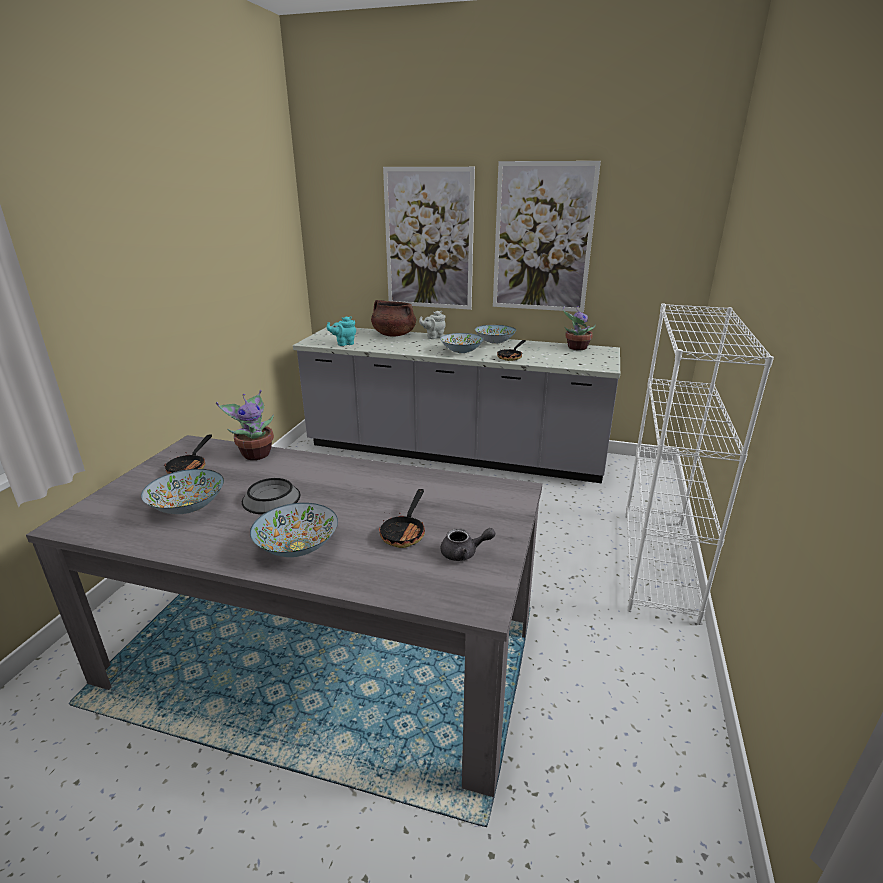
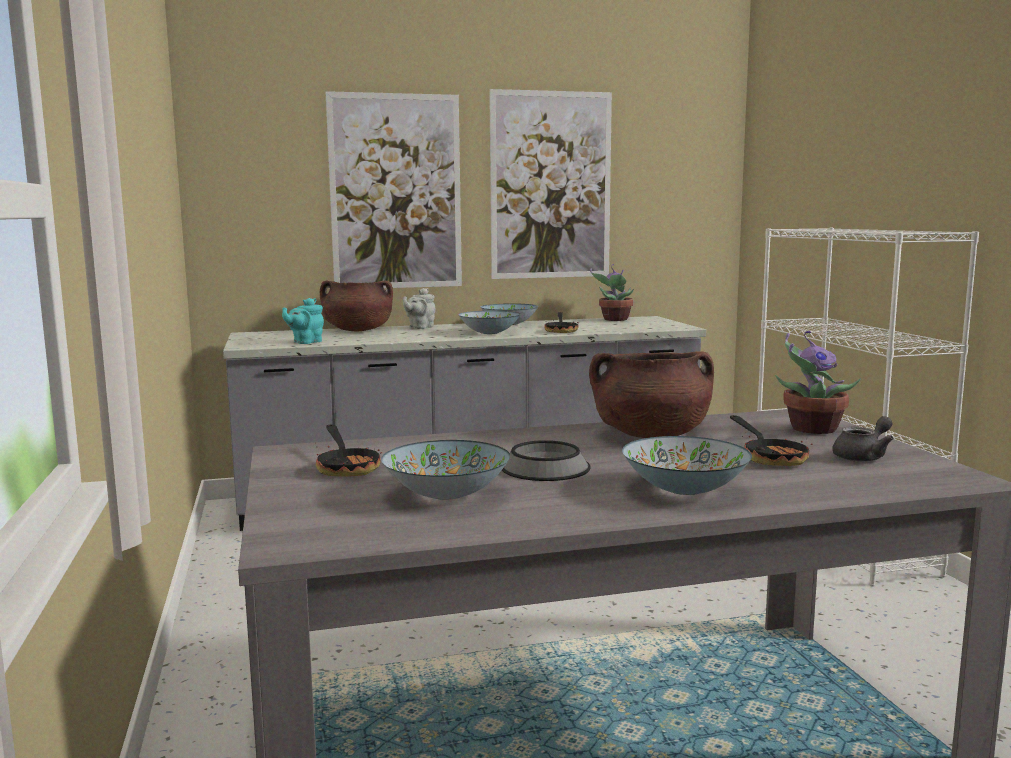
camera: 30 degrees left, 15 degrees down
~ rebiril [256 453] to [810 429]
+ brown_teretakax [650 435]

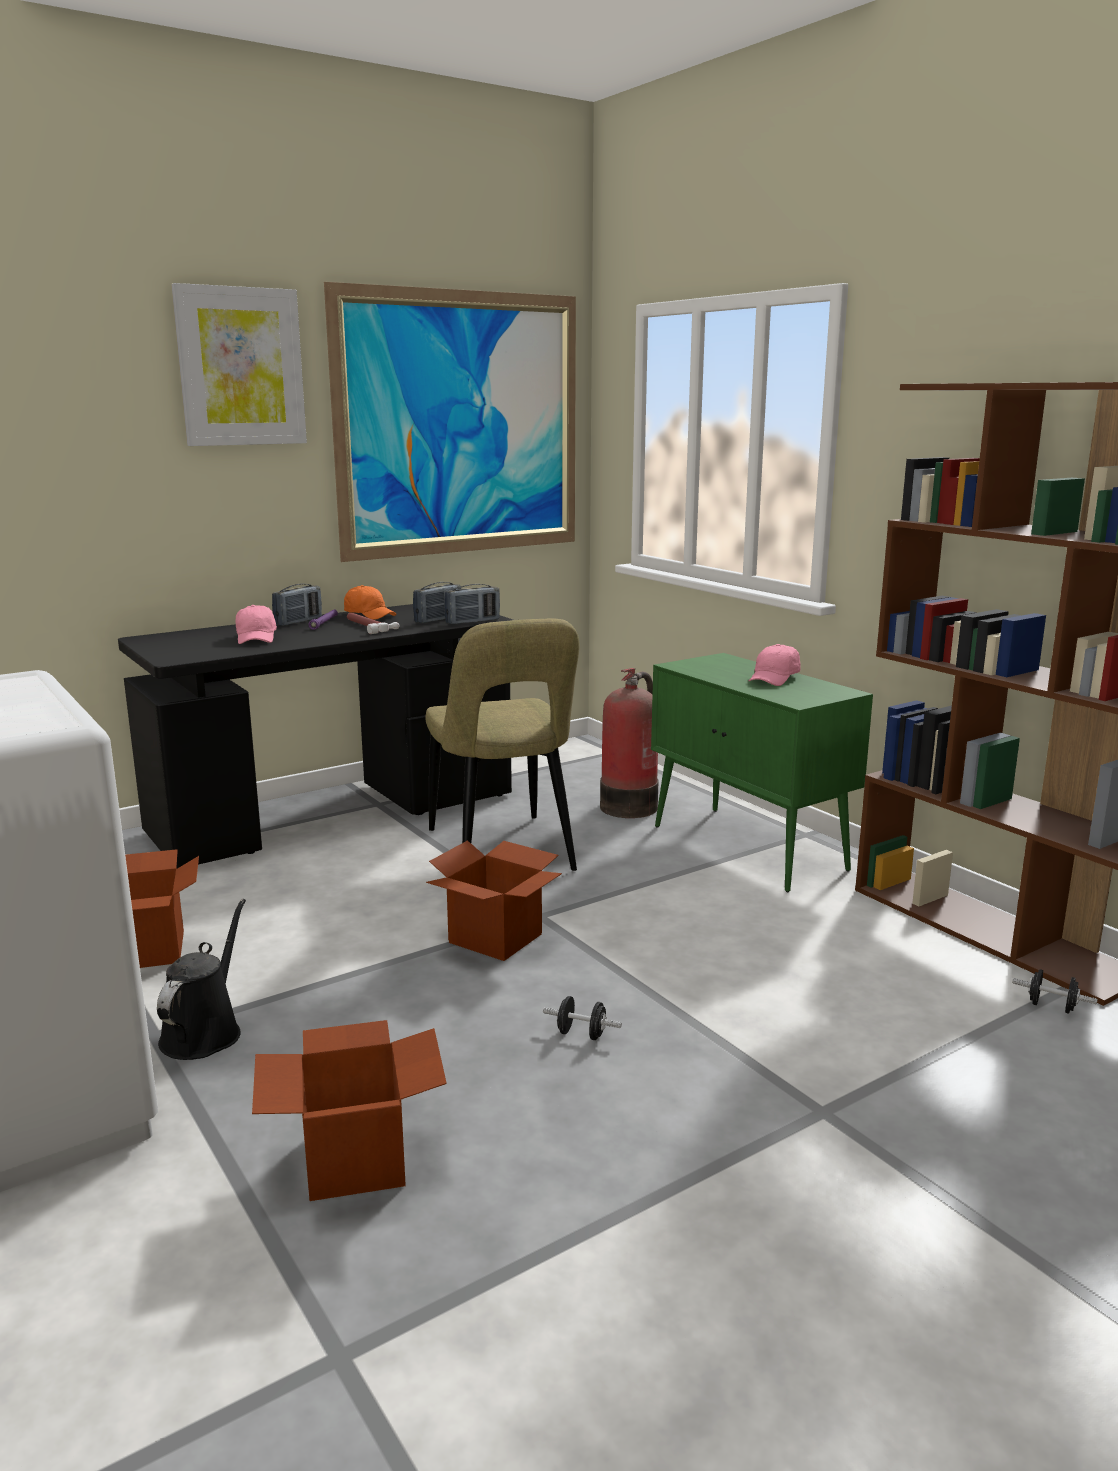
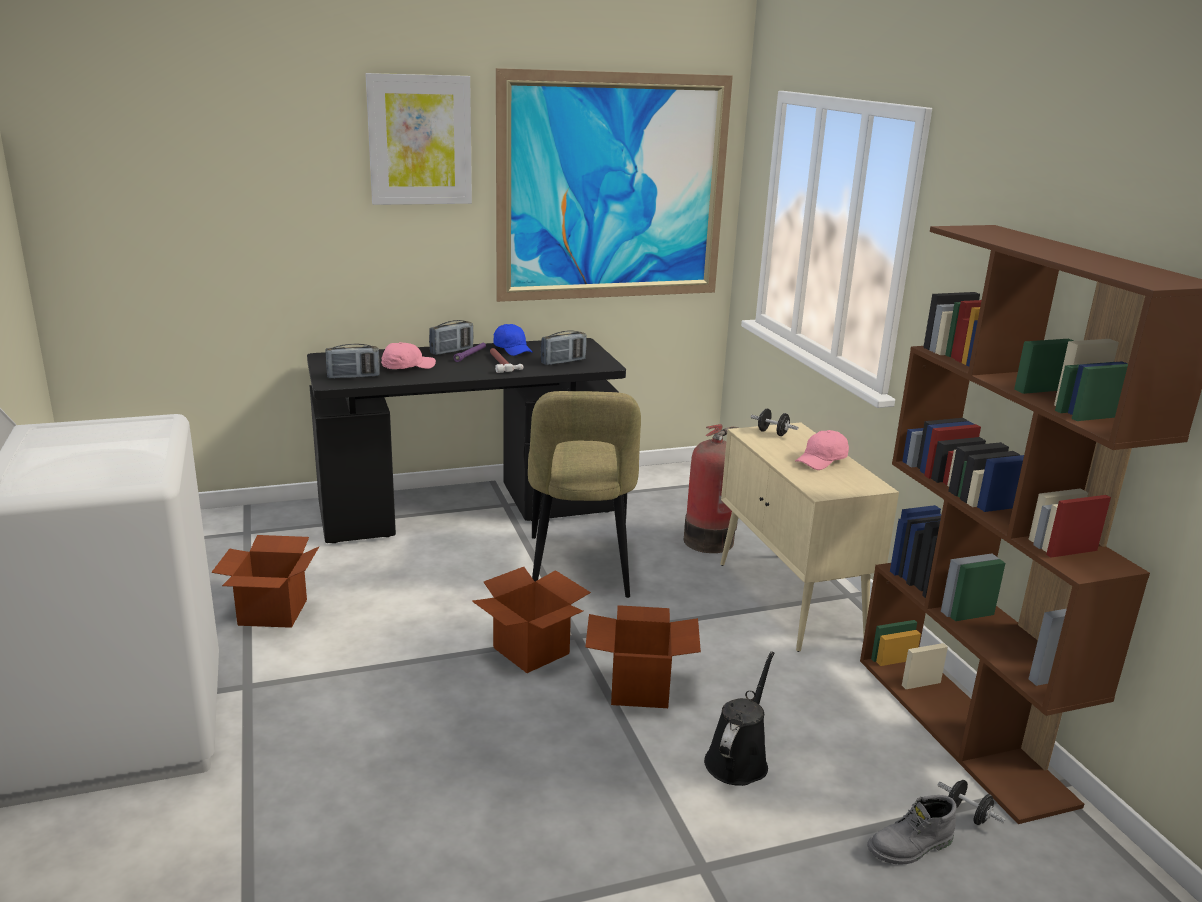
camera: 15 degrees right, 5 degrees up
~ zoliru [472 622] to [353 376]
~ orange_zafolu [370 615] to blue_zafolu [513 349]
~ pink_zafolu [256 638] = [407 367] 120 degrees counterclockwise
~ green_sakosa [749 848] to beige_sakosa [790 601]
~ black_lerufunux [204 1032] to [738 759]
~ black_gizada [581 1034] to [772 433]
~ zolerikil [355 1161] to [640 689]
+ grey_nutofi [910 847]

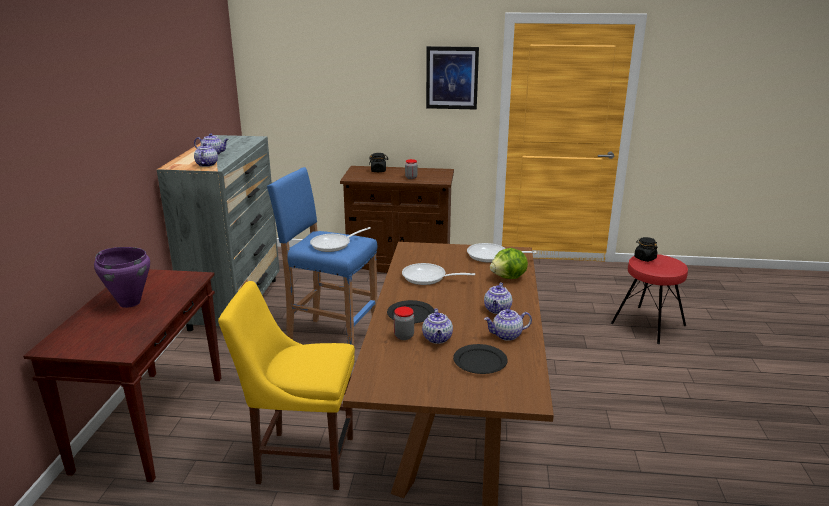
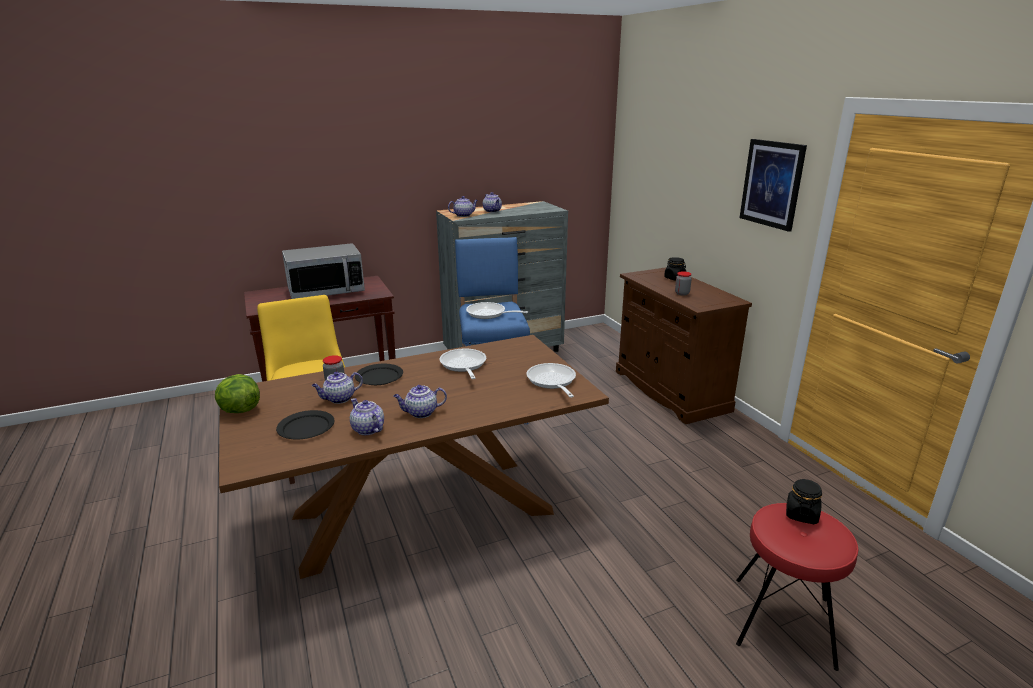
camera: 60 degrees right, 0 degrees up
~ purple_teretakax [129 302] to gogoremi [326 291]
~ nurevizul [509 277] to [239 410]

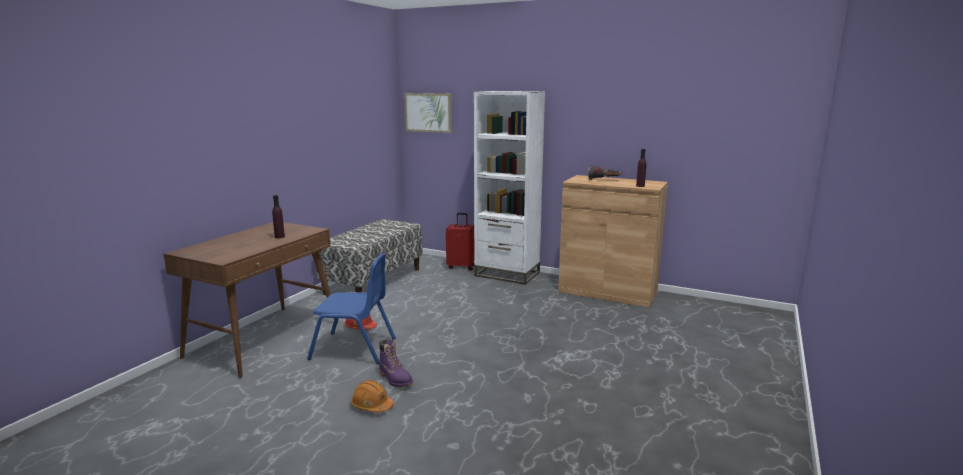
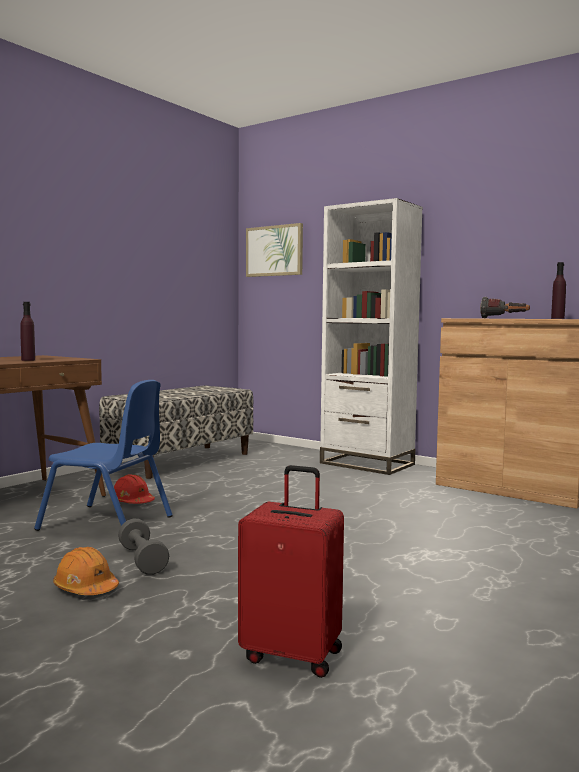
camera: 10 degrees right, 10 degrees down
~ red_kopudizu [461 267] to [293 654]
~ purple_nutofi [395 379] to grey_gizada [142 560]

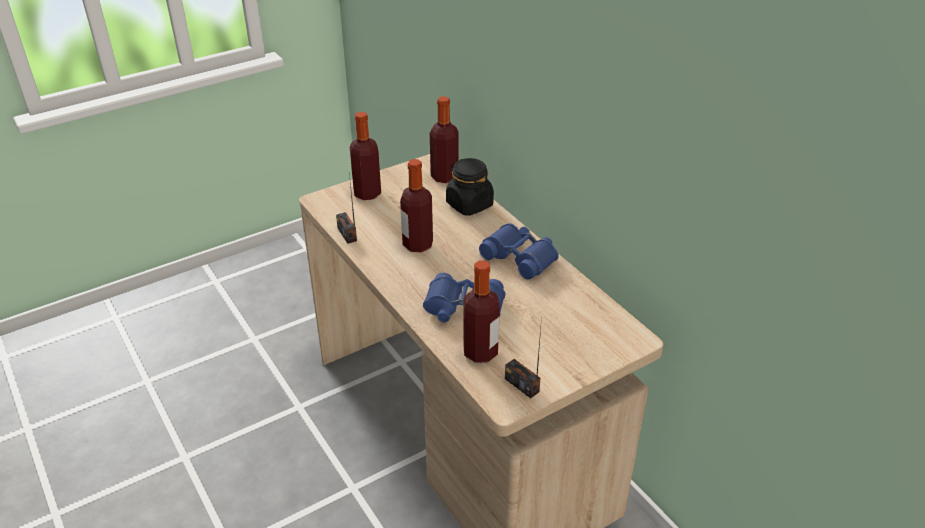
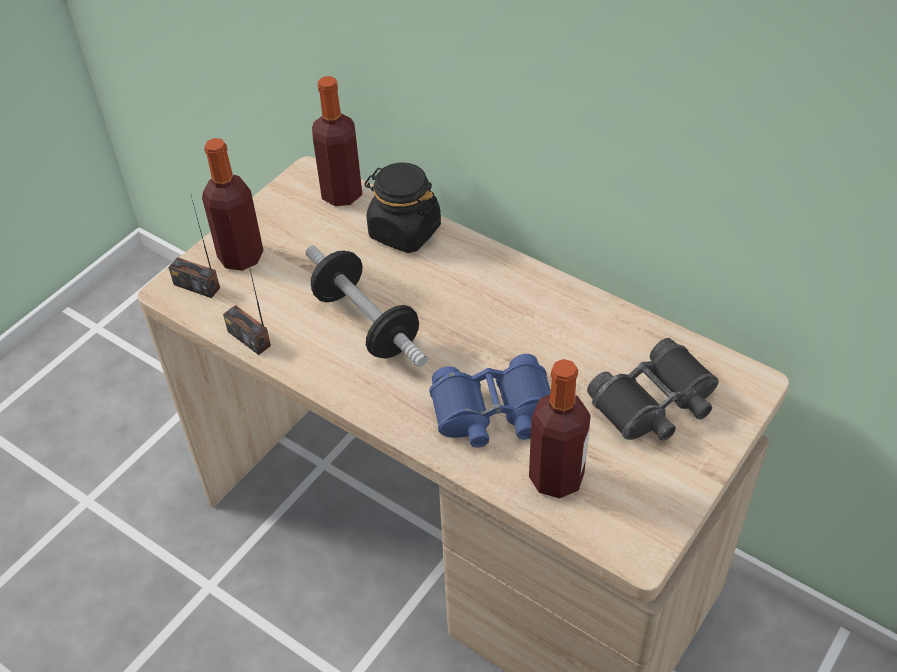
camera: 20 degrees left, 10 degrees up
~ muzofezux [417 244] to gizada [366 323]
- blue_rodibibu [520 257]
~ zoliru [522 385] to [197 286]
+ black_rodibibu [655 404]

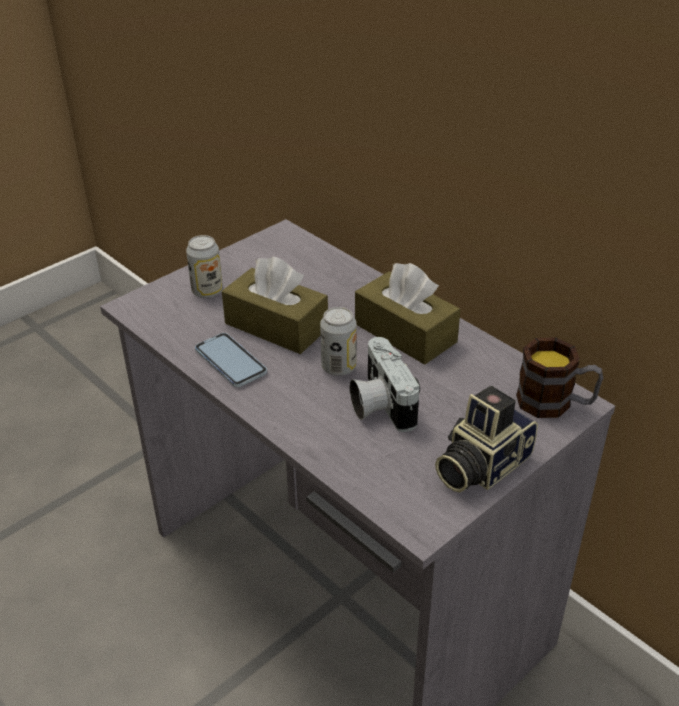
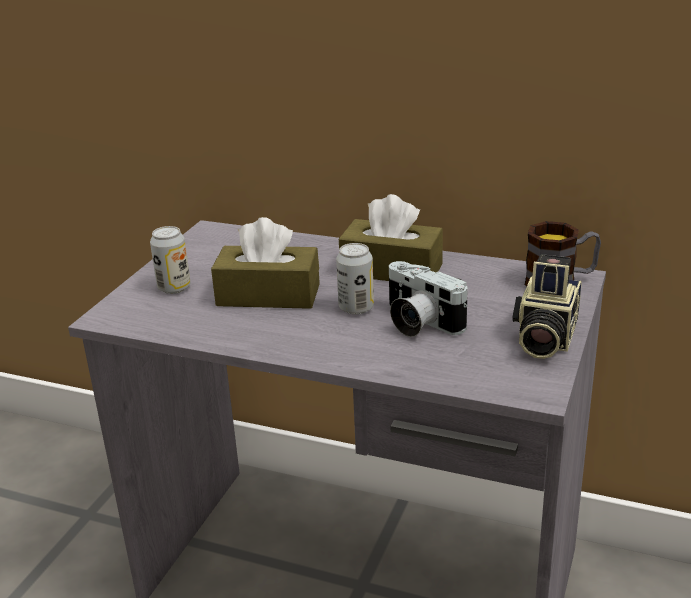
camera: 25 degrees left, 10 degrees down
- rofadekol [230 361]

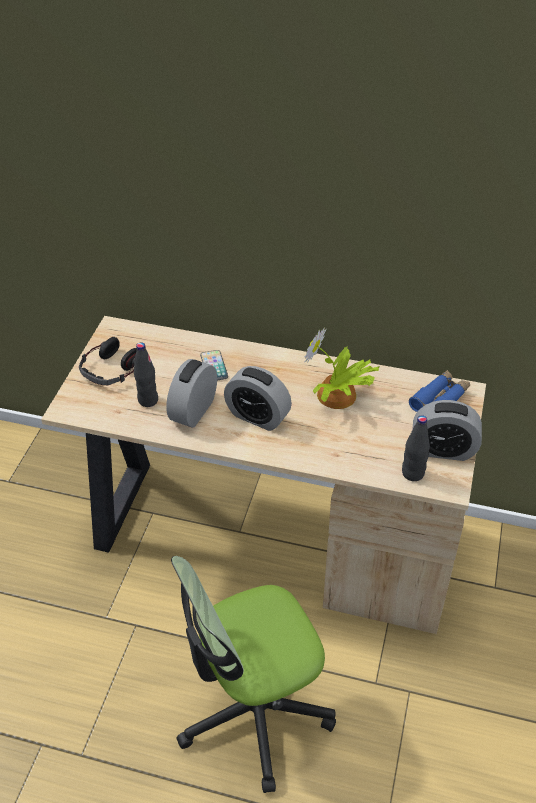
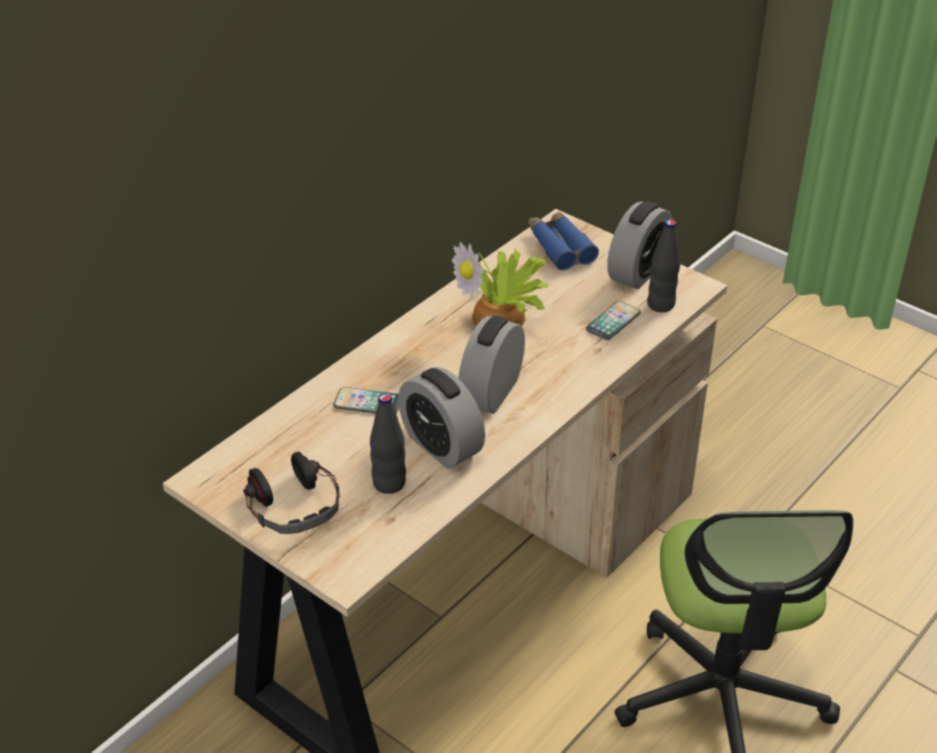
camera: 65 degrees left, 5 degrees down
~ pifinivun [257 416] = [491 392] 150 degrees clockwise
+ rofadekol [613 321]

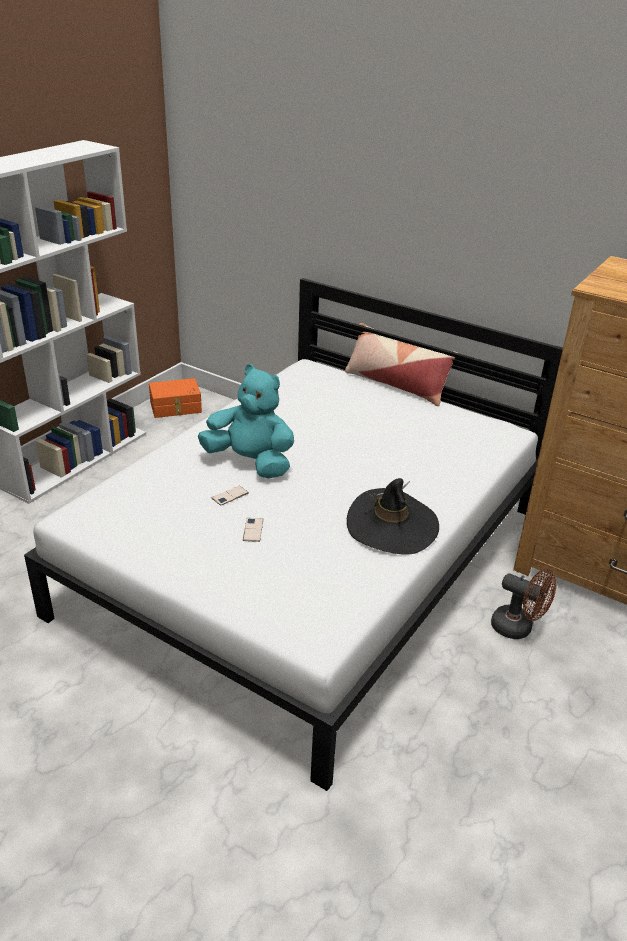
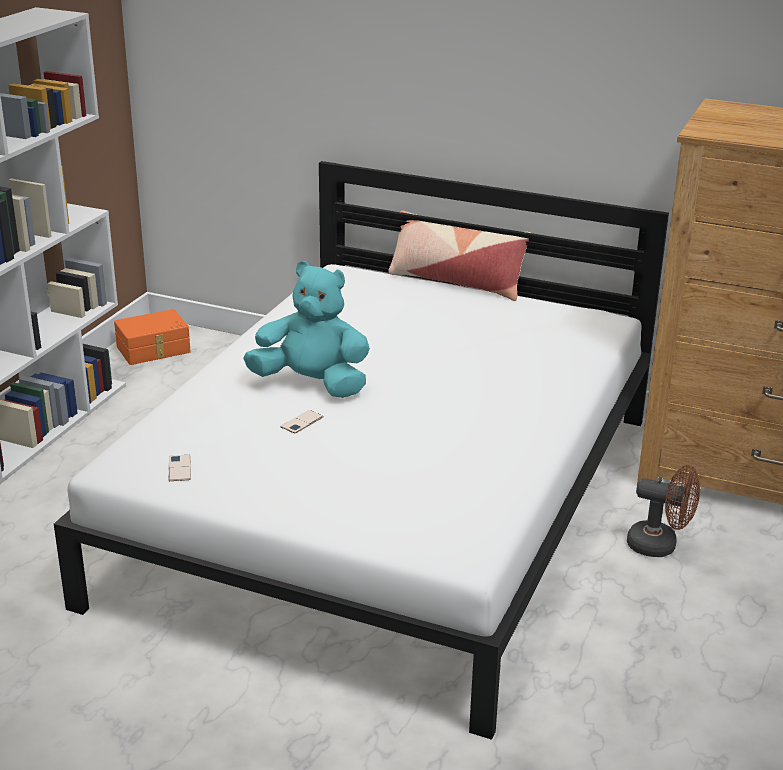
camera: 10 degrees left, 5 degrees down
- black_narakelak [392 526]
~ rofadekol [253 530] to [179 468]

